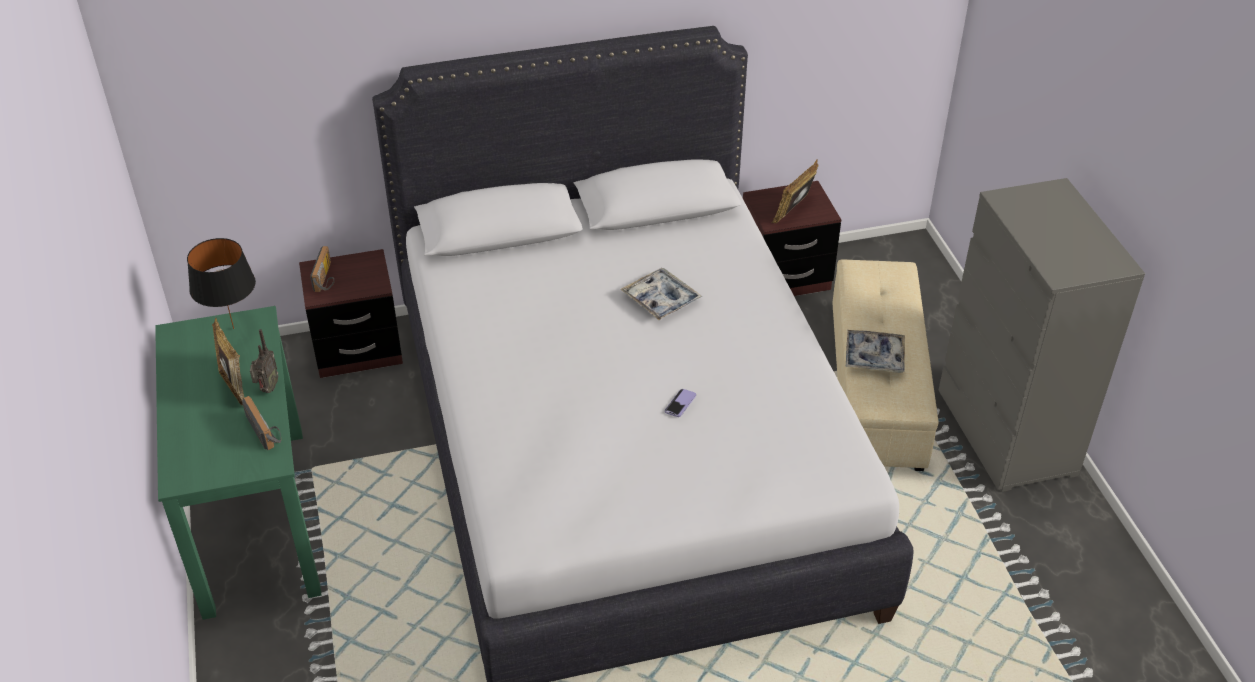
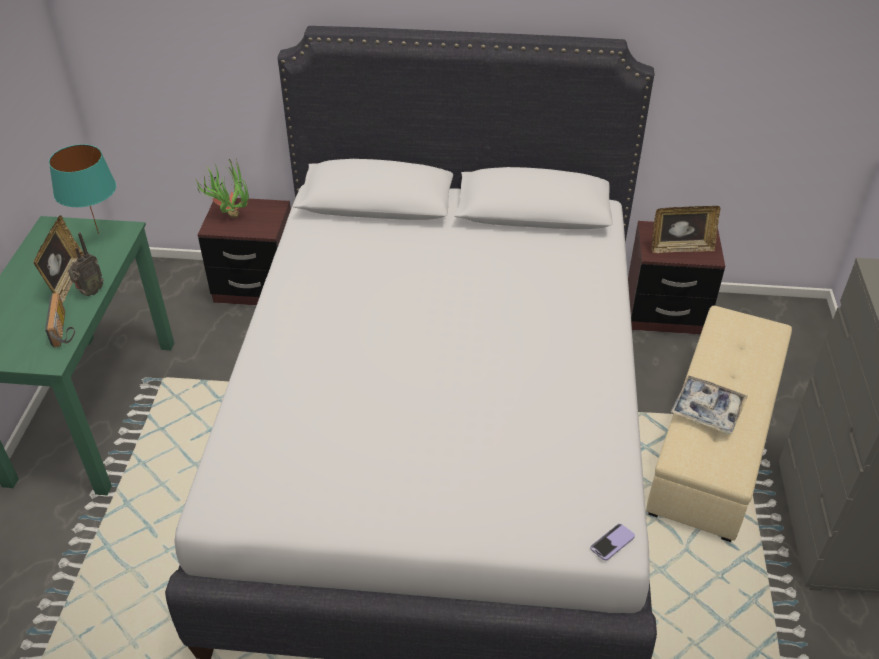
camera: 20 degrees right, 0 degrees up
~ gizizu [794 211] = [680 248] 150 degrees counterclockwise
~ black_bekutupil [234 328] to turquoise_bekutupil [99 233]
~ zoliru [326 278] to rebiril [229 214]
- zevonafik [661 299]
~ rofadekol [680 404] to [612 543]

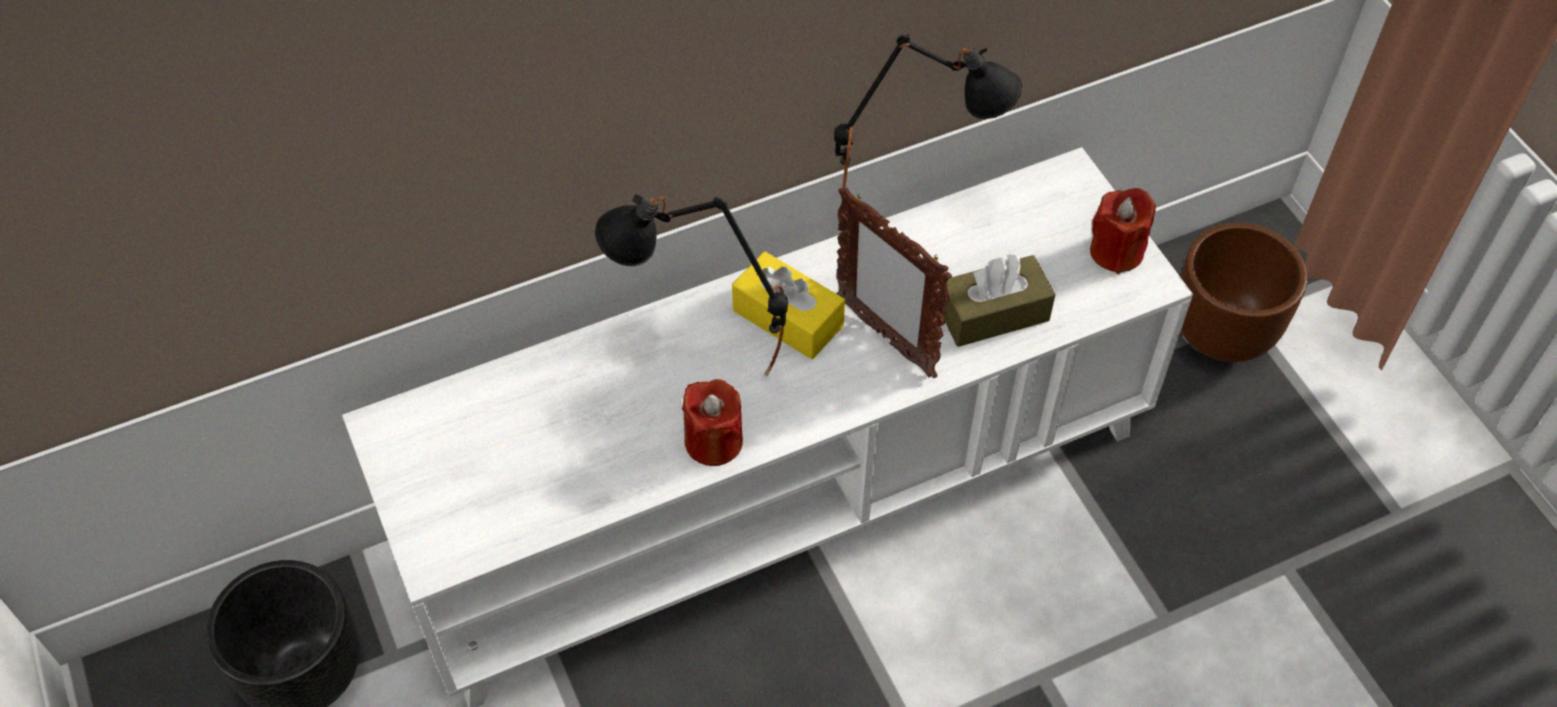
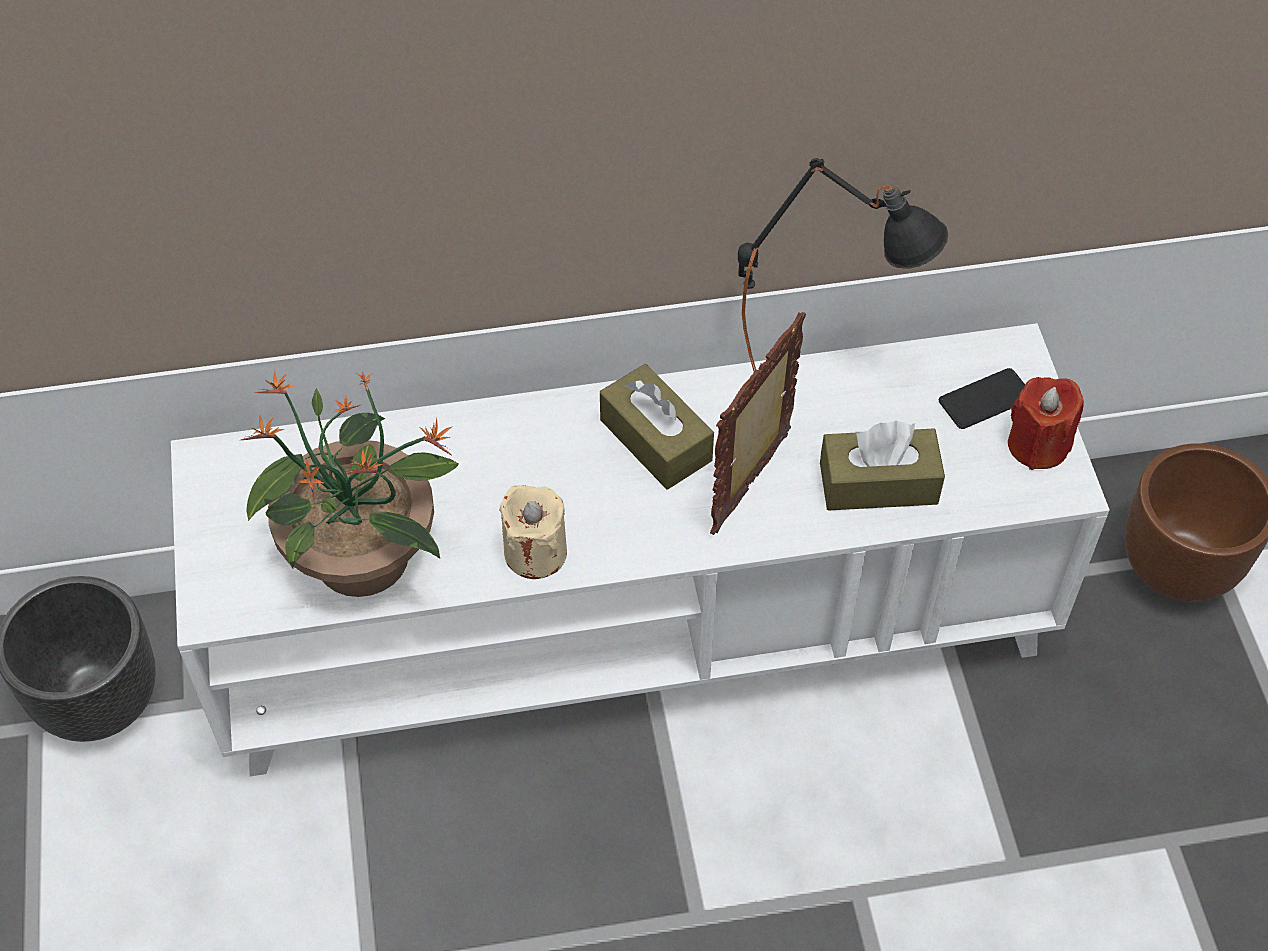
camera: 15 degrees right, 0 degrees up
~ gizizu [885 337] = [752 483] 60 degrees clockwise
- black_bekutupil [700 376]
~ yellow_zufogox [788 318] to brown_zufogox [655 440]
~ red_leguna [713 441] to beige_leguna [535 552]
+ rofadekol [985 400]
+ rebiril [364 559]

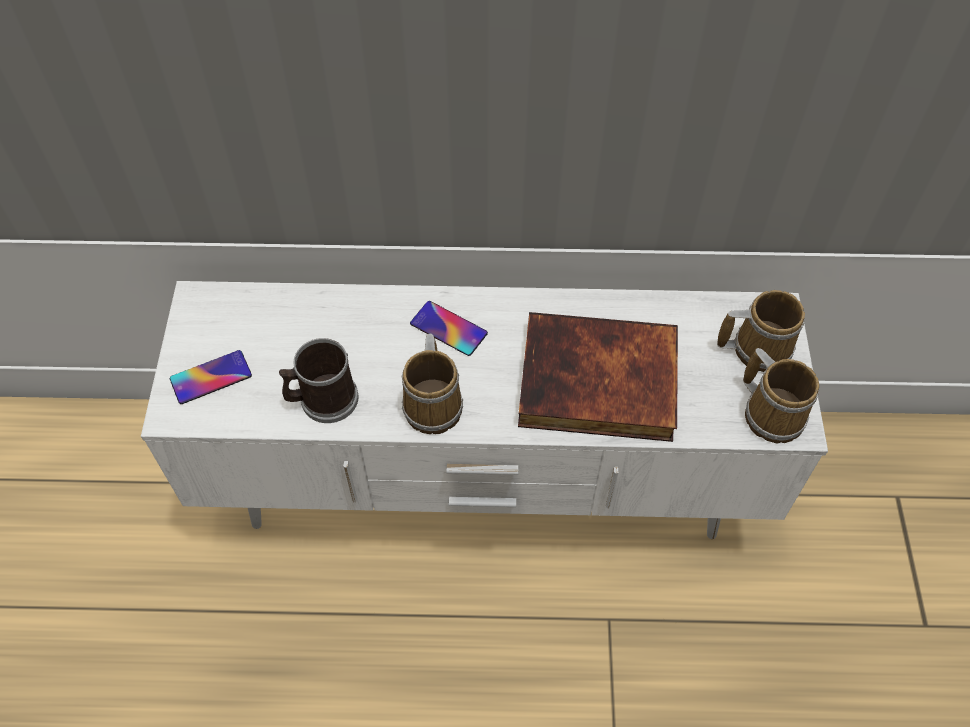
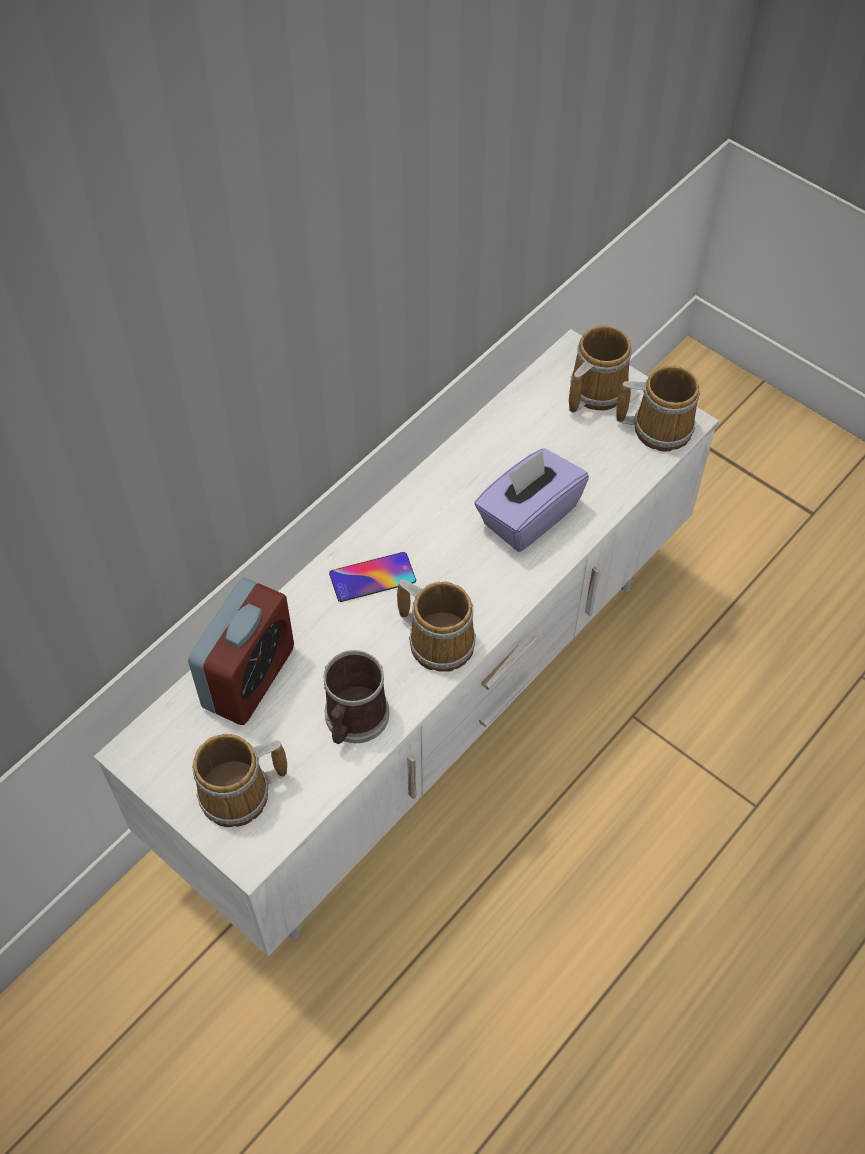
camera: 50 degrees left, 0 degrees up
~ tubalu [596 384] to purple_zufogox [528 516]
~ rofadekol [211 377] to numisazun [240 795]
+ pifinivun [249 678]

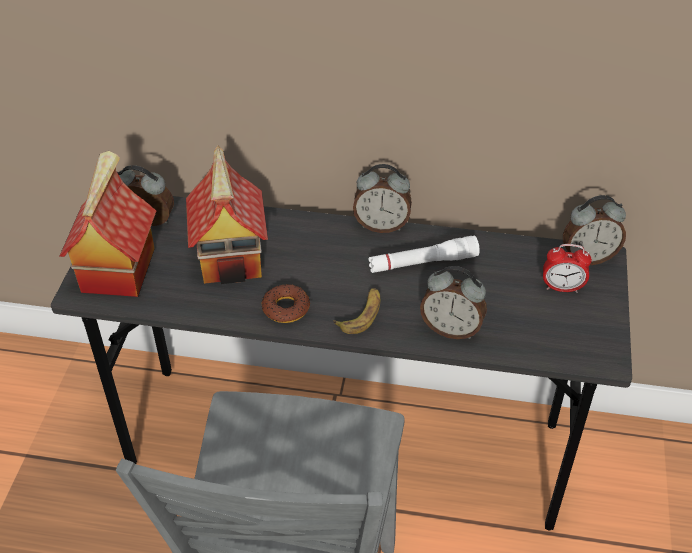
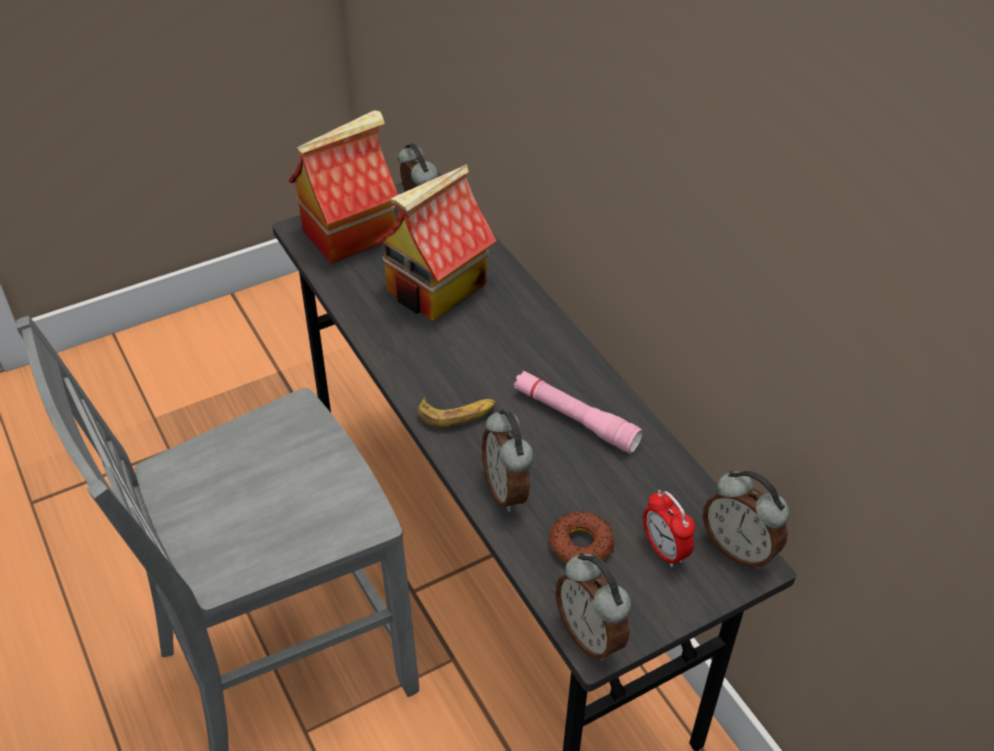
camera: 50 degrees right, 0 degrees up
~ pifinivun [381 225] to [591 635]
~ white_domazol [423 263] to pink_domazol [575 419]
~ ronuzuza [286 308] to [581 544]

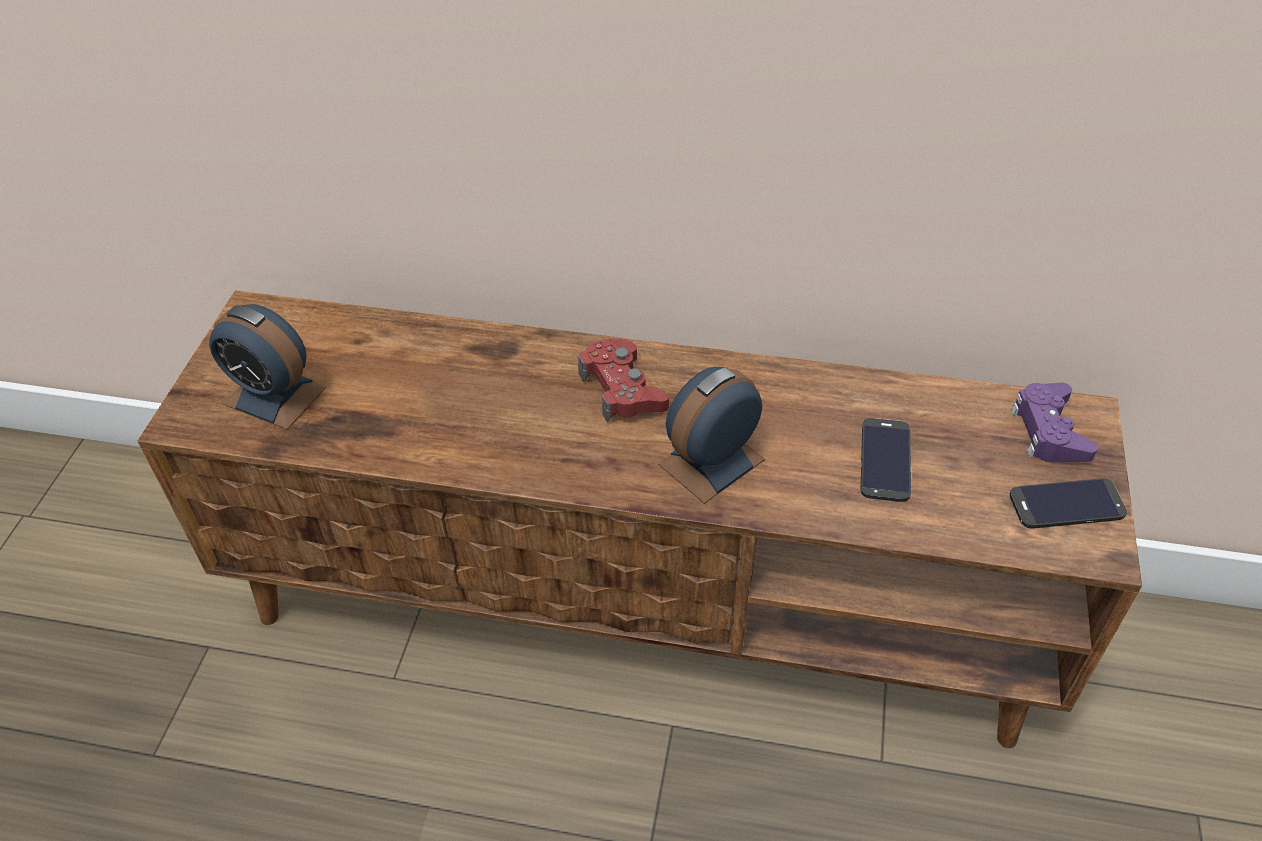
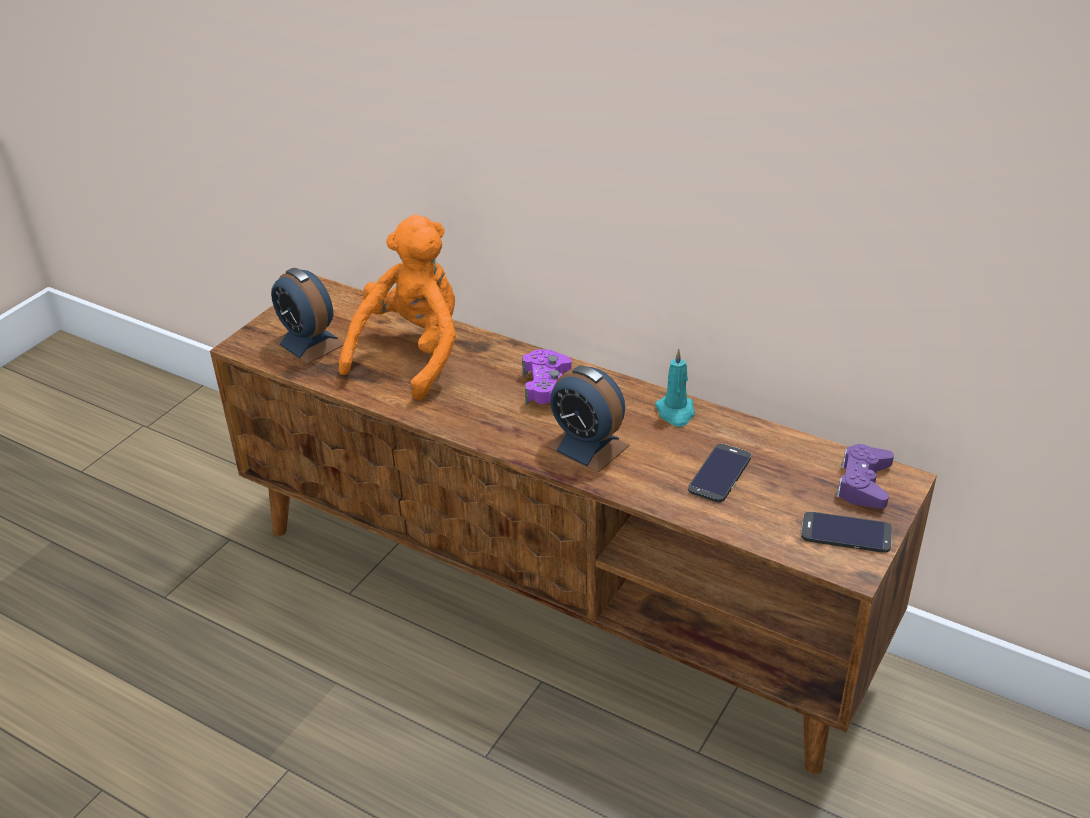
camera: 20 degrees right, 10 degrees down
~ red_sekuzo [622 389] to purple_sekuzo [549 388]
~ pifinivun [711 462] = [588 446] 120 degrees counterclockwise
+ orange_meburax [413 354]
+ turquoise_leguna [676 412]

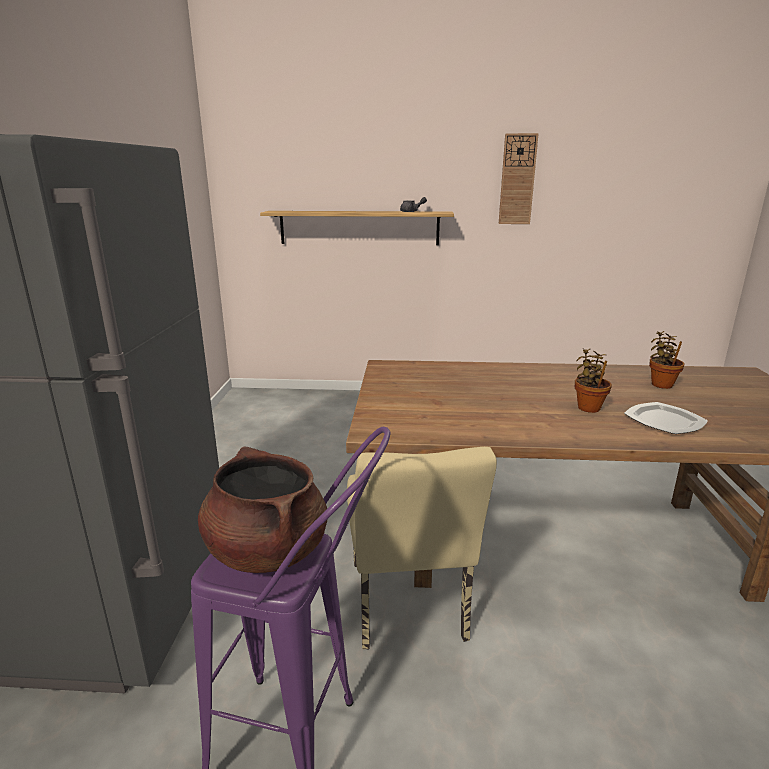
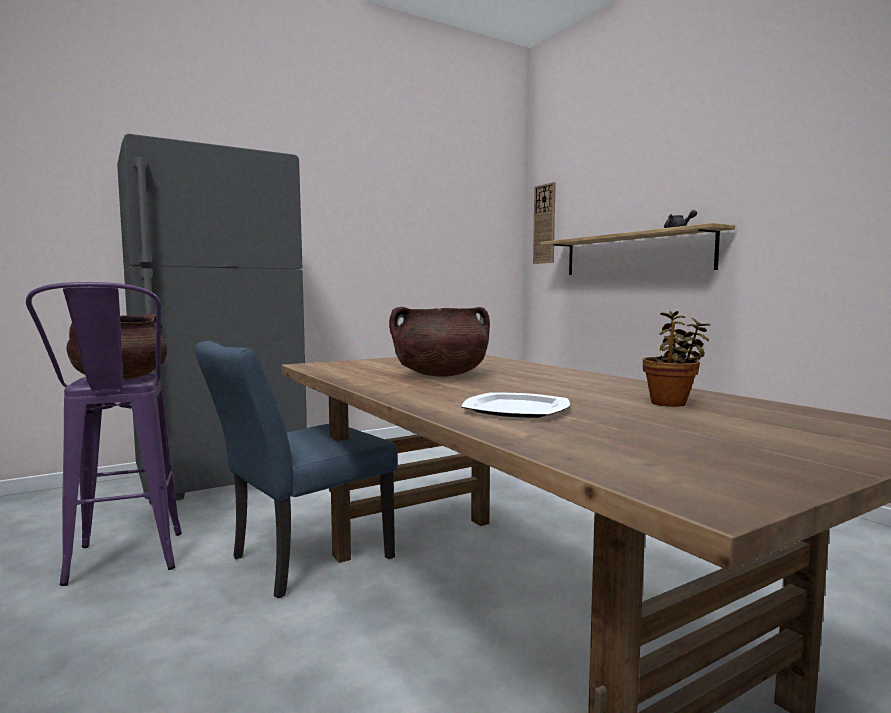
camera: 55 degrees right, 15 degrees down
~ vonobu [517 180] to [544 224]
- rebiril [588 407]
~ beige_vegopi [408 608] to blue_vegopi [300 561]
+ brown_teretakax [440 375]

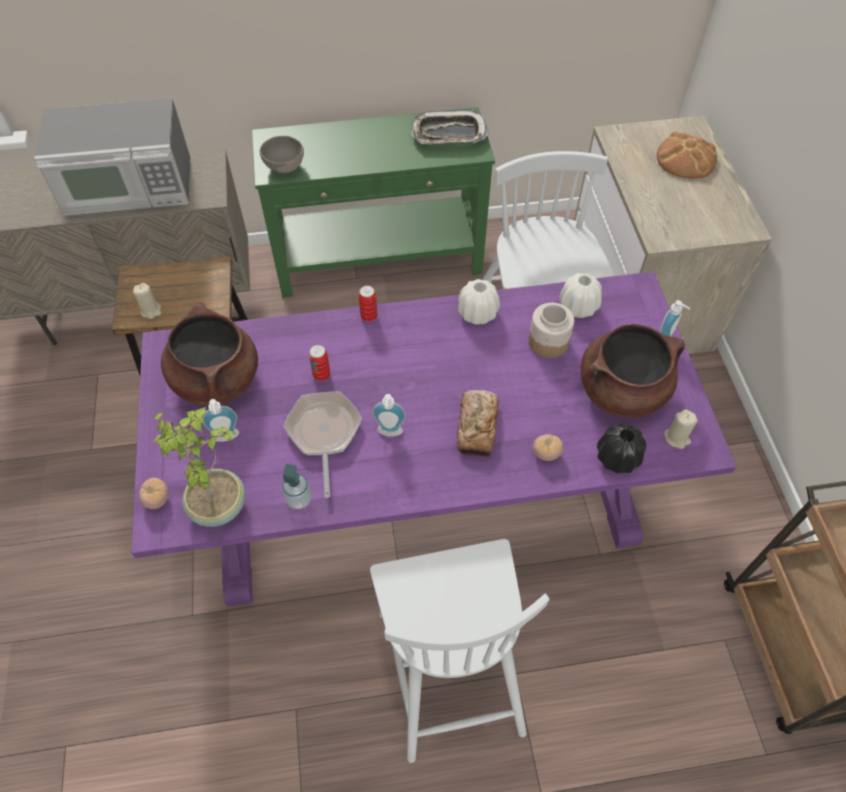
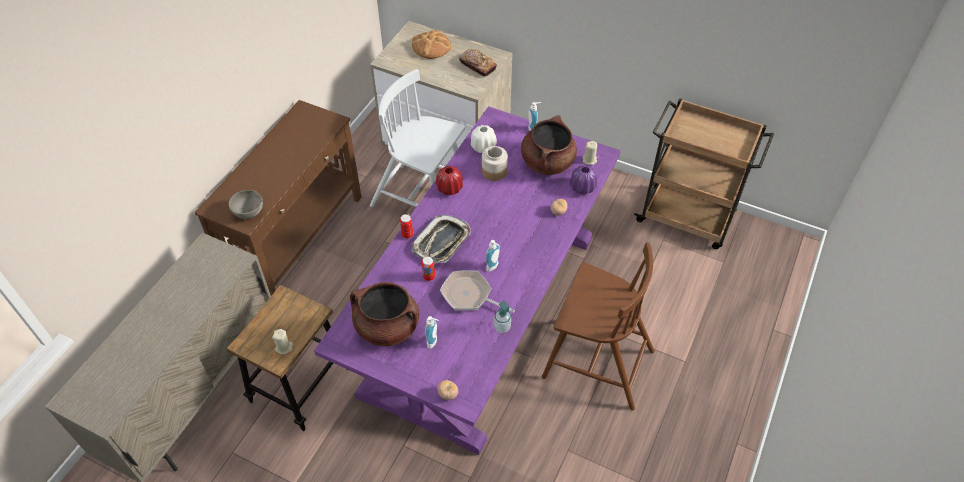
camera: 55 degrees left, 5 degrees down
- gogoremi [129 187]
~ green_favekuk [380 260] to brown_favekuk [298 240]
~ zevonafik [448 134] to [442 242]
~ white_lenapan [477 313] to red_lenapan [449 188]
~ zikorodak [477 426] to [477 65]
- rebiril [219 504]
~ black_lenapan [617 458] to purple_lenapan [582 187]
~ white_vegopi [449 667] to brown_vegopi [596 362]

